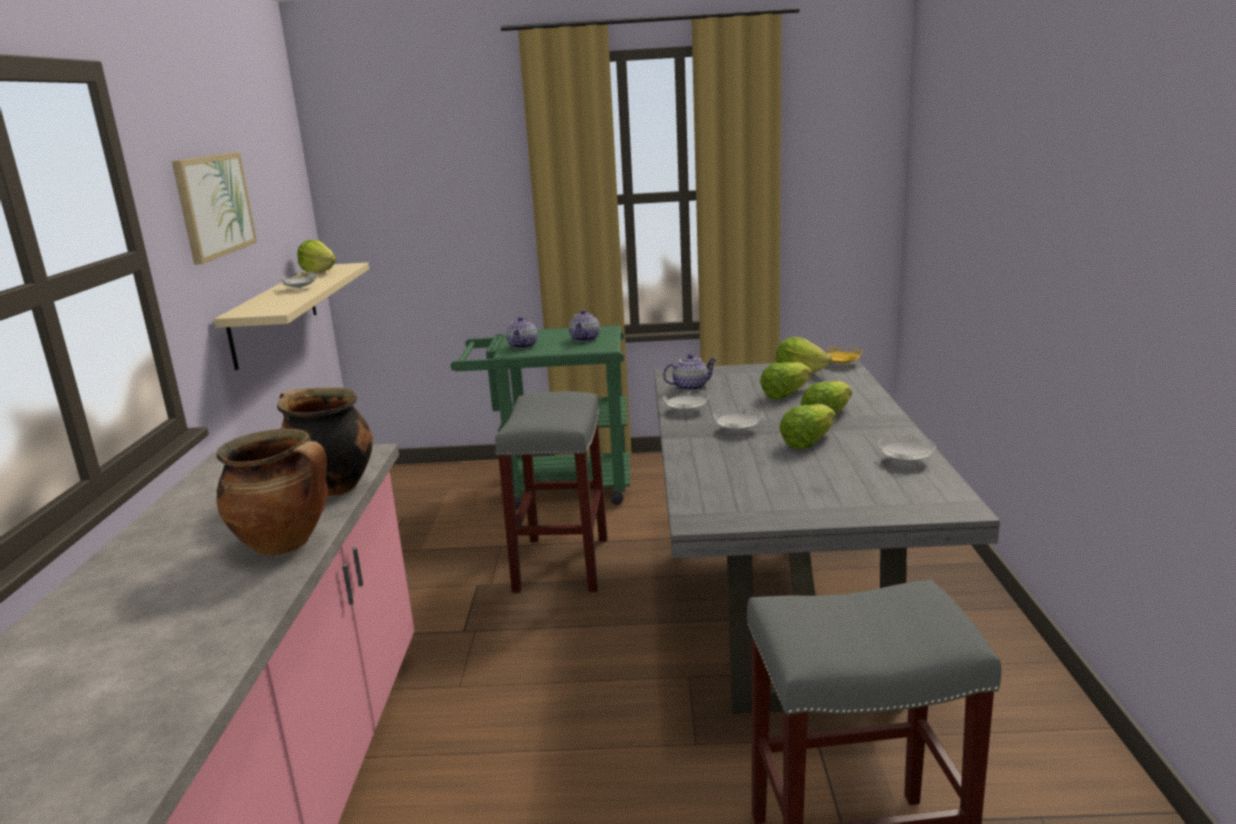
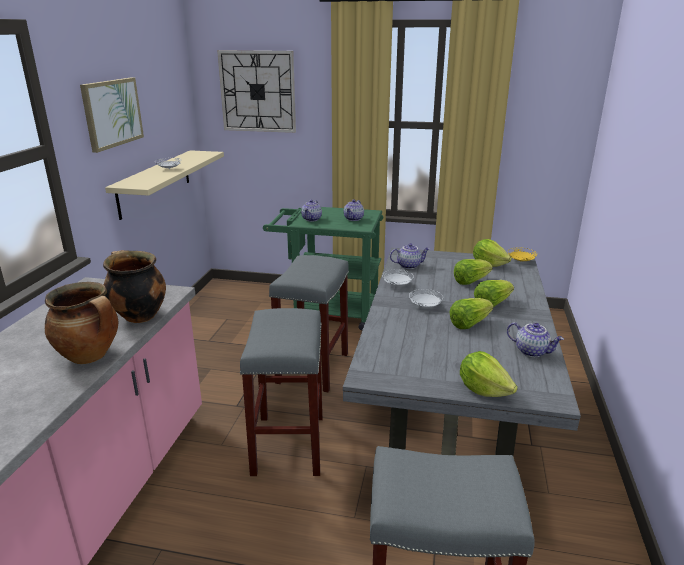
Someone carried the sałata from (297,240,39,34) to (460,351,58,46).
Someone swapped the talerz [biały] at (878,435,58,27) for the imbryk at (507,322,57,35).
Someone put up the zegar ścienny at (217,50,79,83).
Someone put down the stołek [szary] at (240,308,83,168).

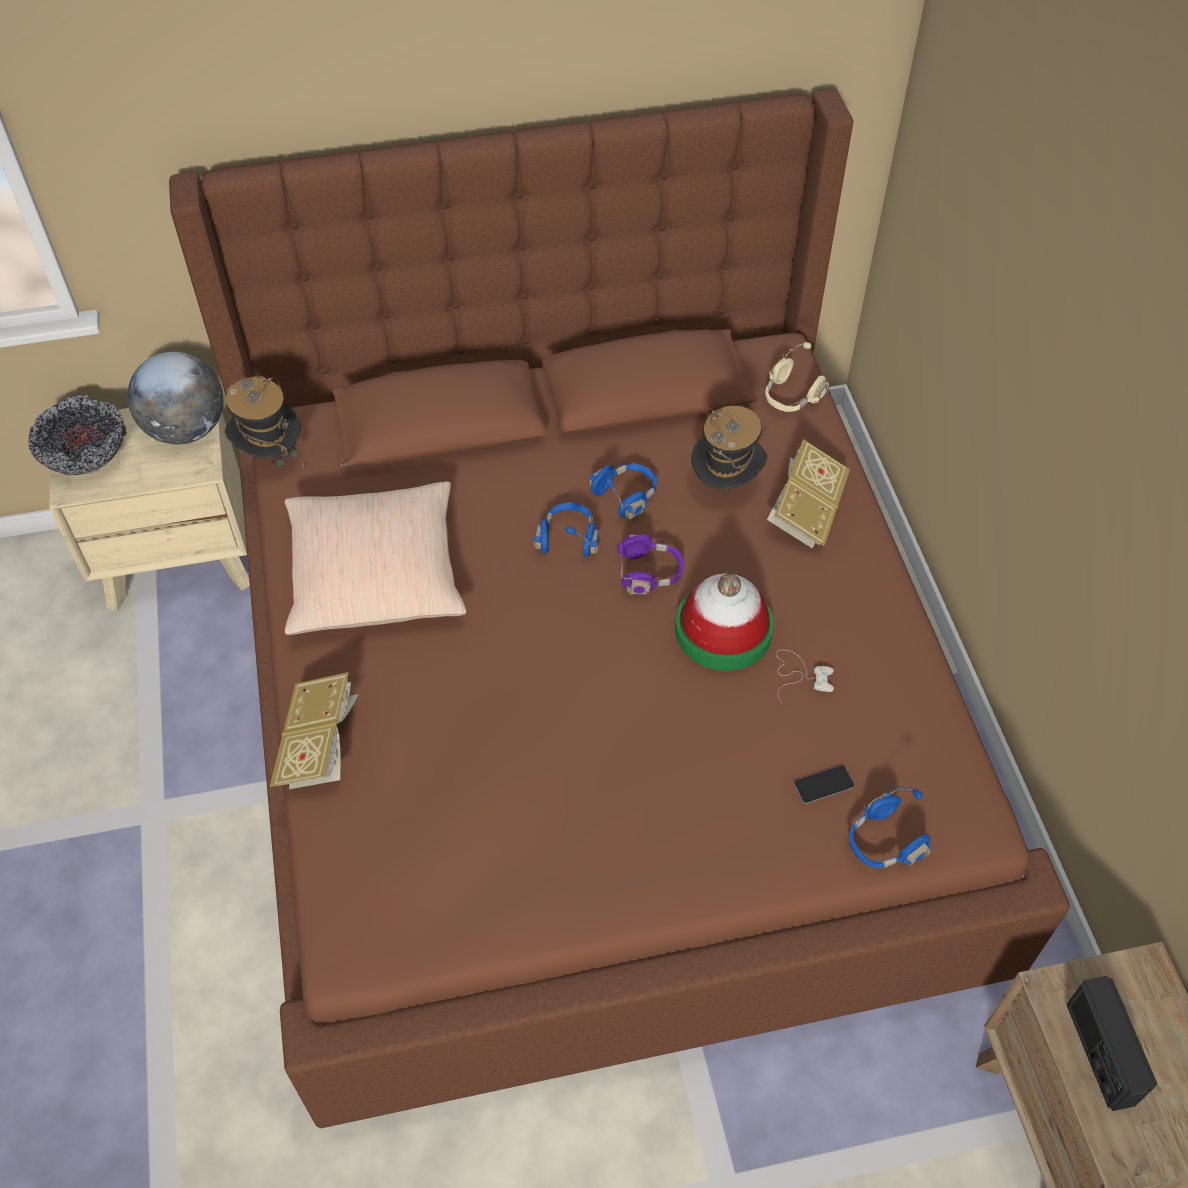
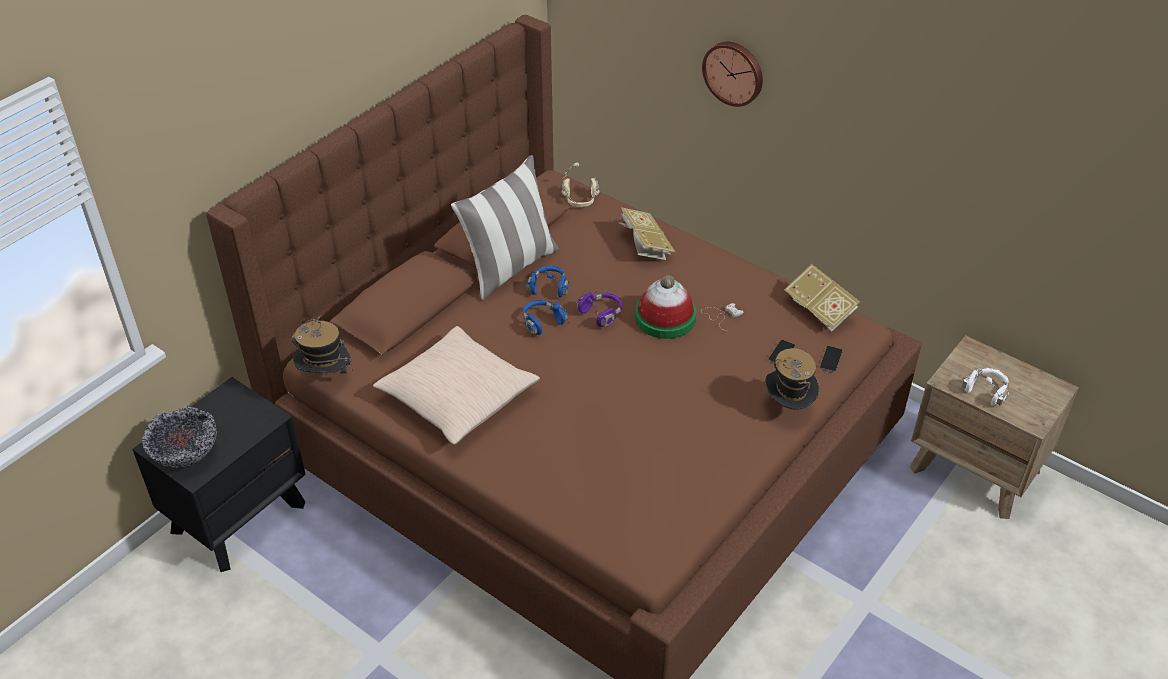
Someone repainted the szafka nocna [beżowy] at (49,408,201,204), which became the szafka nocna [czarny] at (132,377,174,195).
Someone took away the globus at (128,352,95,92).
Someone carried the książka from (270,672,89,117) to (784,264,76,68).
Someone carried the kapelusz from (691,406,76,83) to (765,348,54,62).
Someone swapped the słuchawki [niebieski] at (849,787,83,81) for the telefon at (820,346,23,26).
Someone swapped the radio at (1067,976,90,135) for the słuchawki [biały] at (962,368,47,37).
Someone put down the poduszka at (451,155,108,145).
Someone put up the zegar ścienny at (702,42,61,65).

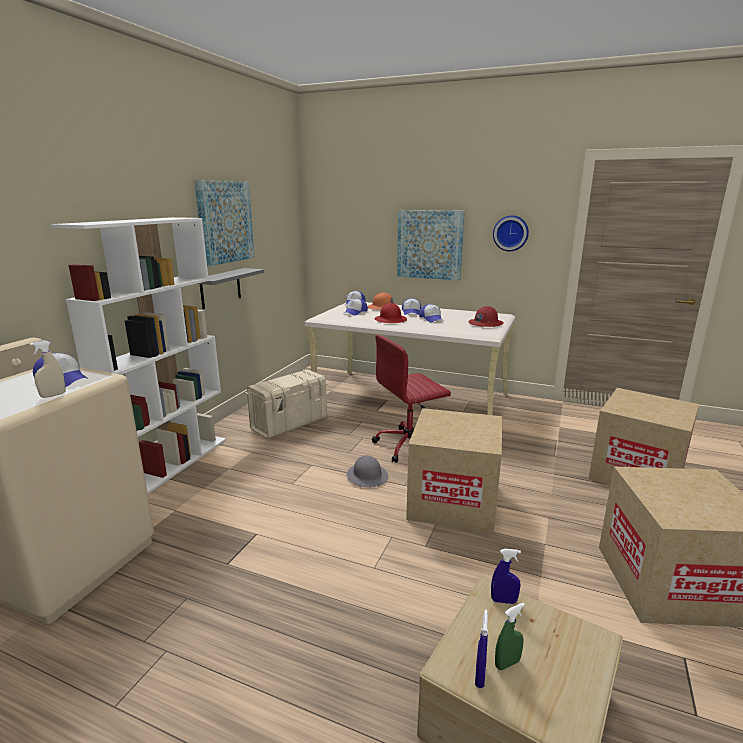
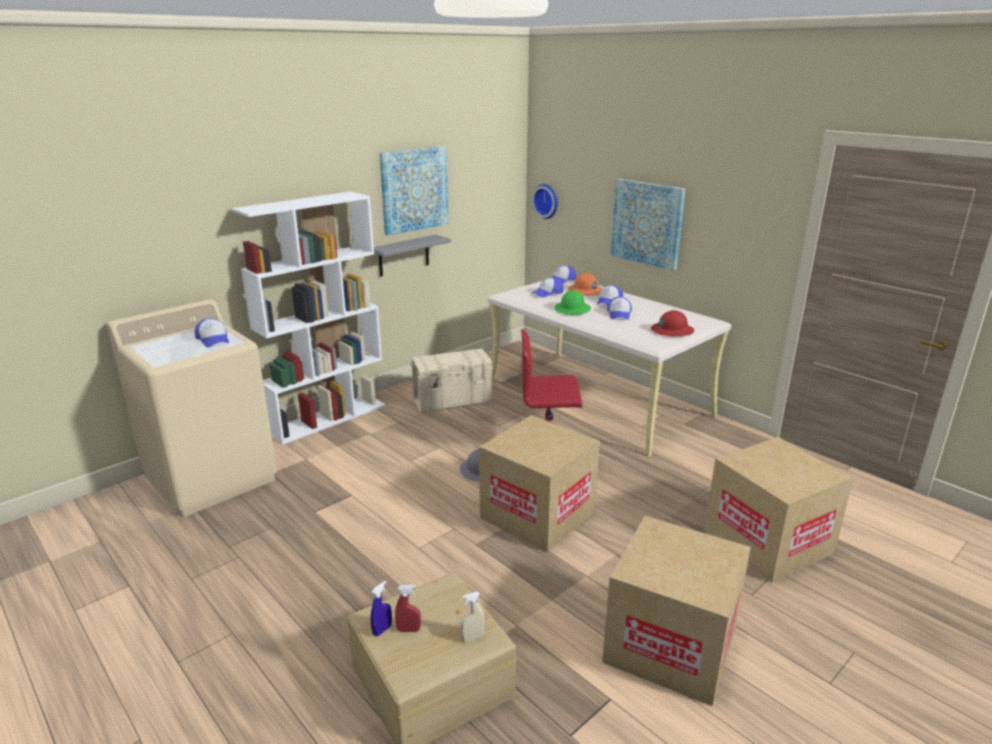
Someone carried the spryskiwacz [beżowy] from (30,340,35,58) to (460,592,25,50).
Someone repainted the kask [czerwony] at (375,303,32,20), which became the kask [zielony] at (554,290,37,25).
Someone took away the spryskiwacz [niebieski] at (491,549,30,55).
Someone carried the zegar ścienny from (493,215,36,36) to (532,184,26,35).
Someone repainted the spryskiwacz [zielony] at (495,603,30,67), which became the spryskiwacz [czerwony] at (395,585,26,47).

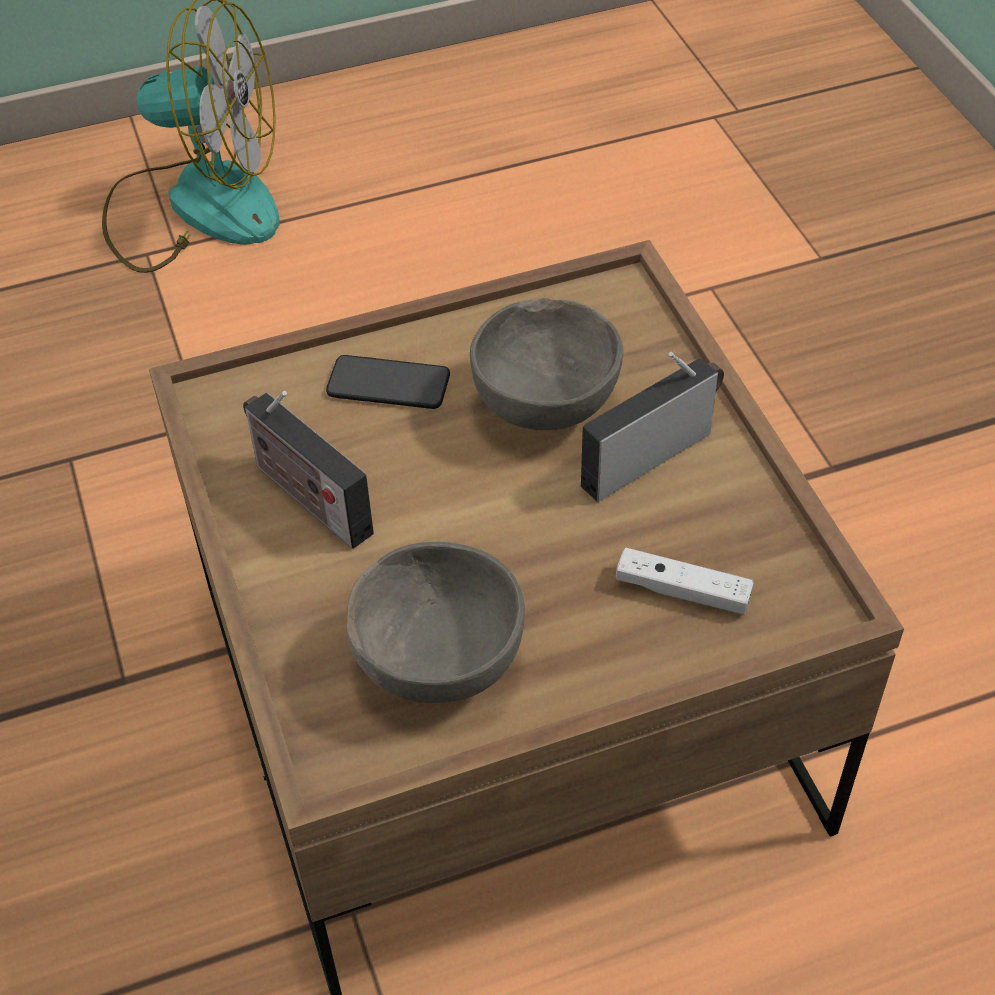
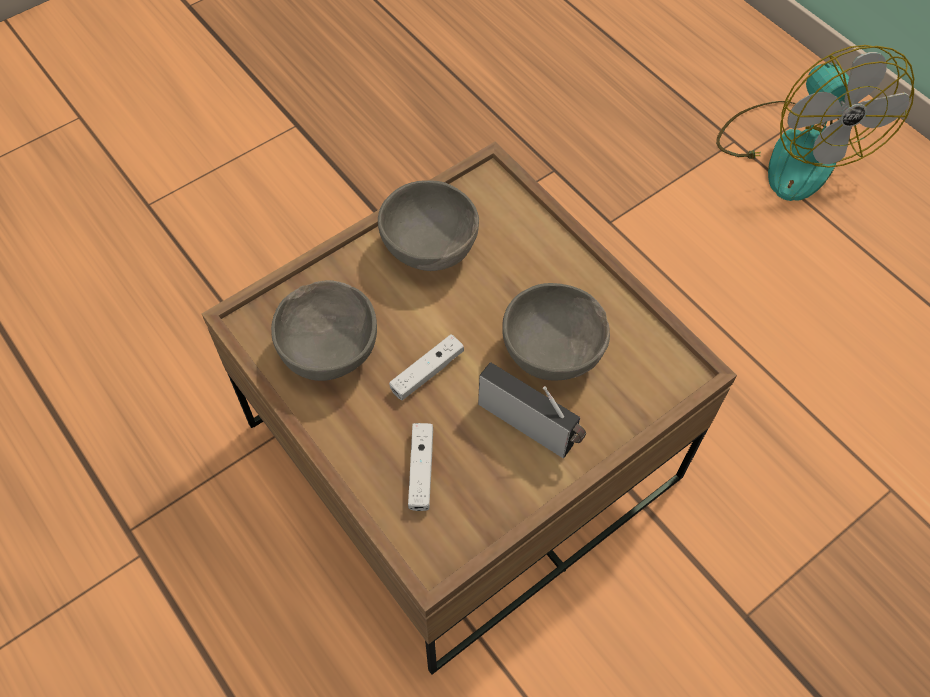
Someone swapped the radio at (243,391,131,157) for the miska [szary] at (378,180,101,91).
Someone took away the telefon at (326,355,124,54).
Someone put down the pad do gier [biały] at (389,334,75,66).

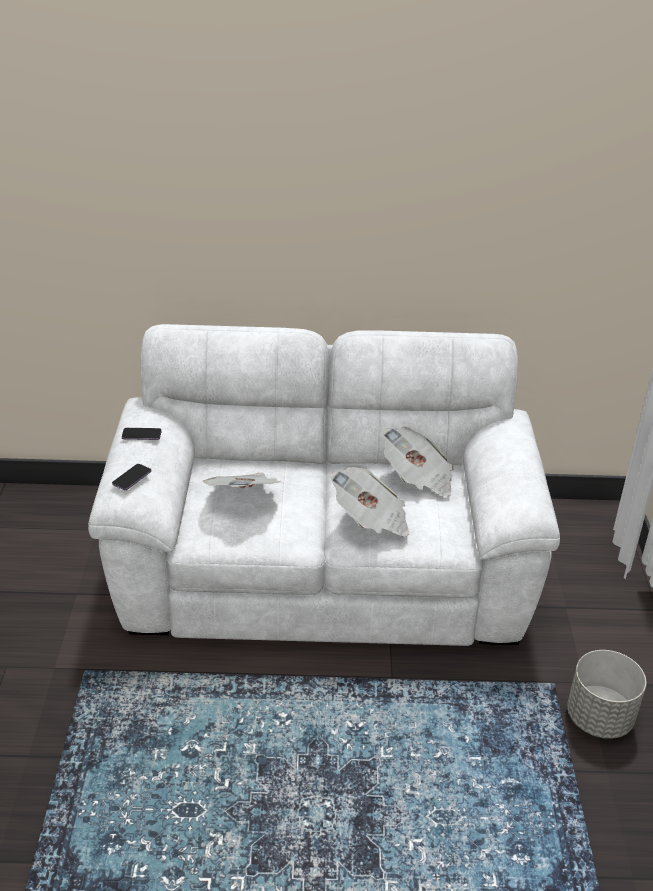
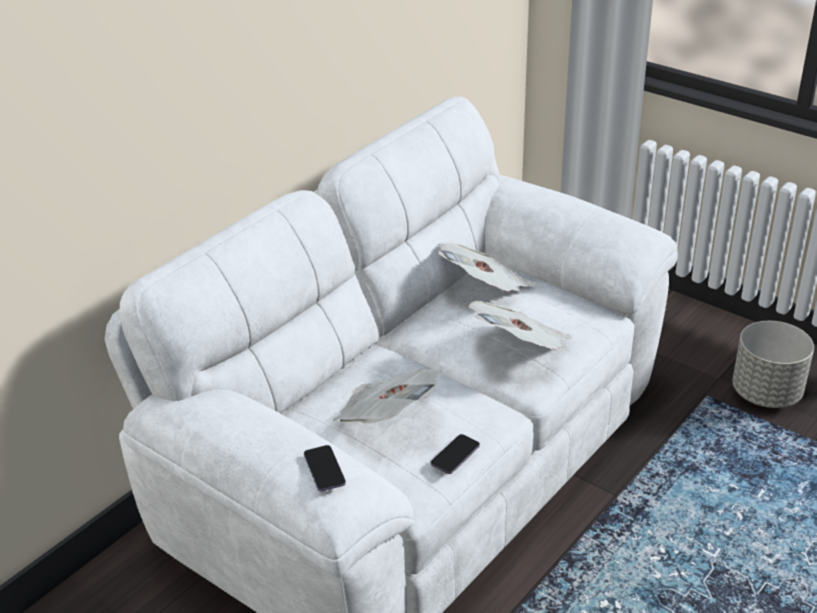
Someone carried the telefon from (122,428,40,12) to (431,434,49,40).

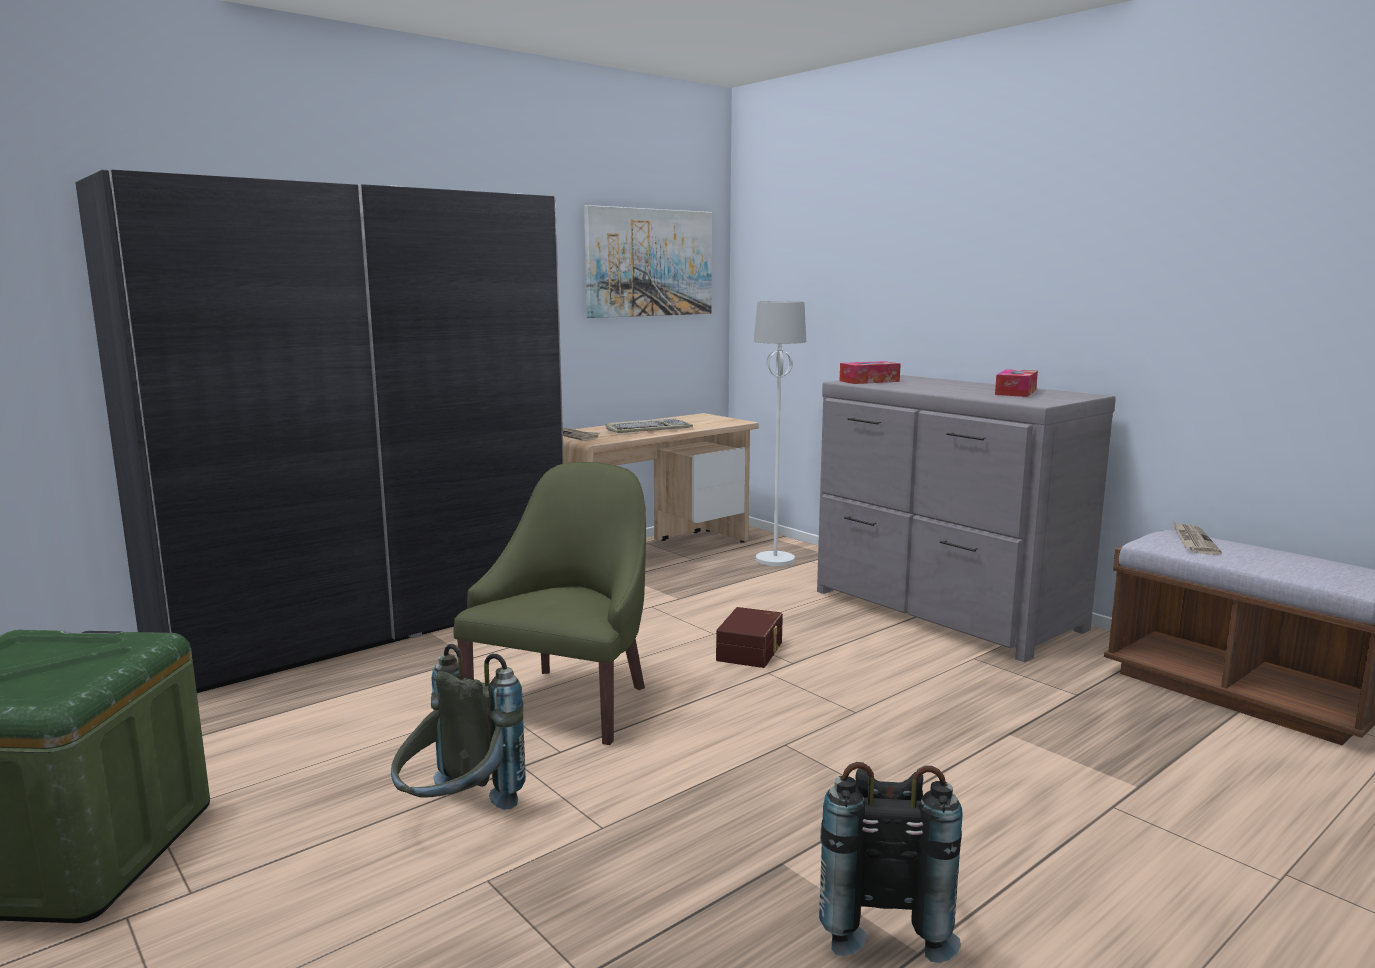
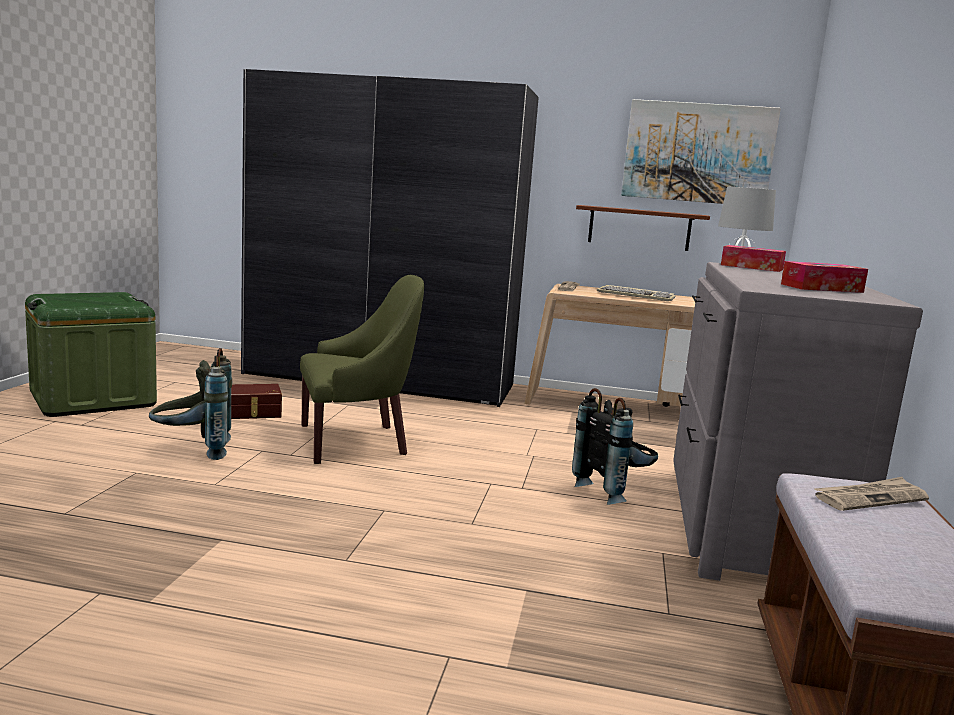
Someone carried the pojemnik do przechowywania [brązowy] from (716,607,67,61) to (231,384,51,35).
Someone carried the plecak [czarny] from (819,762,144,201) to (572,388,86,117).
Someone put up the półka [brązowy] at (576,205,134,46).

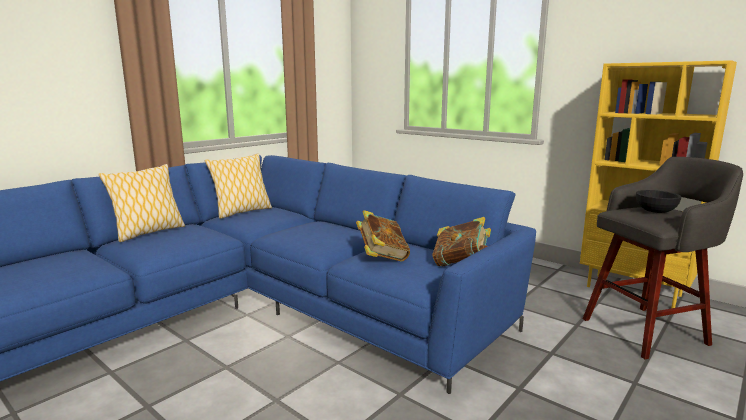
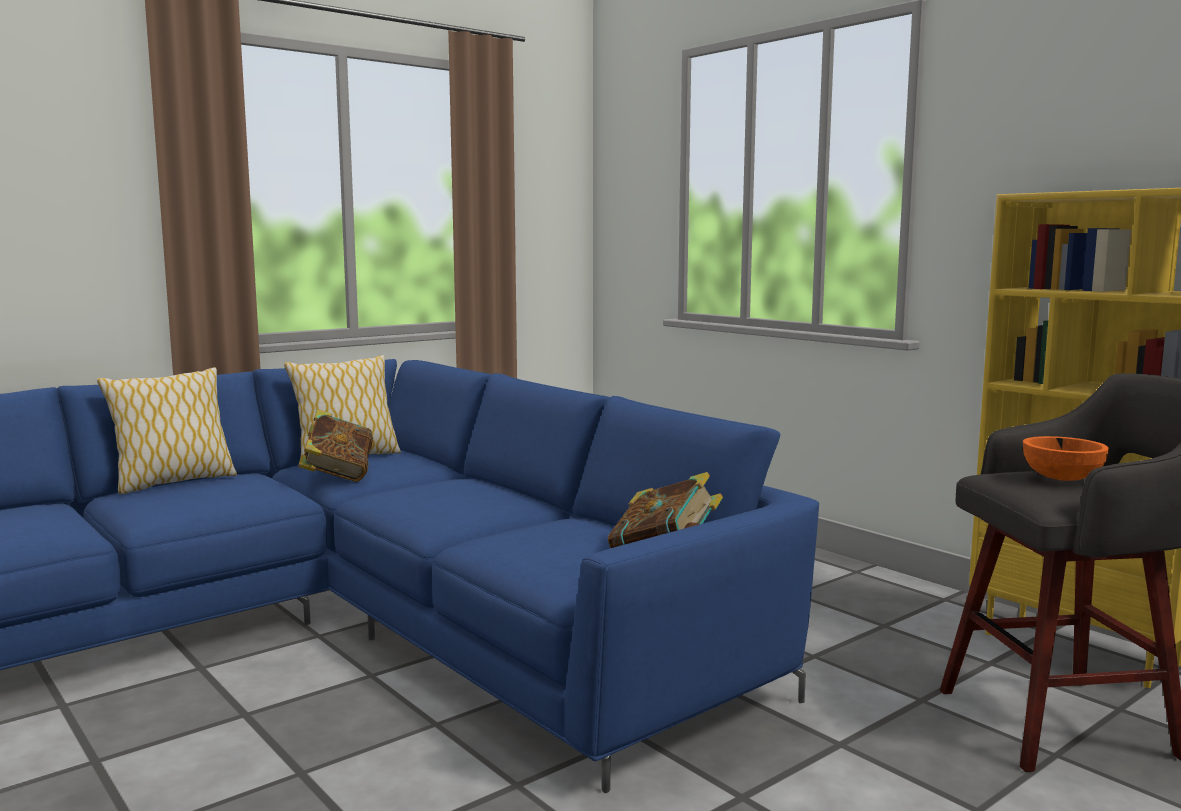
Someone carried the książka from (356,210,54,52) to (298,409,75,73).
Someone repainted the miska [czarny] at (636,190,46,23), which became the miska [pomarańczowy] at (1023,436,86,45).

